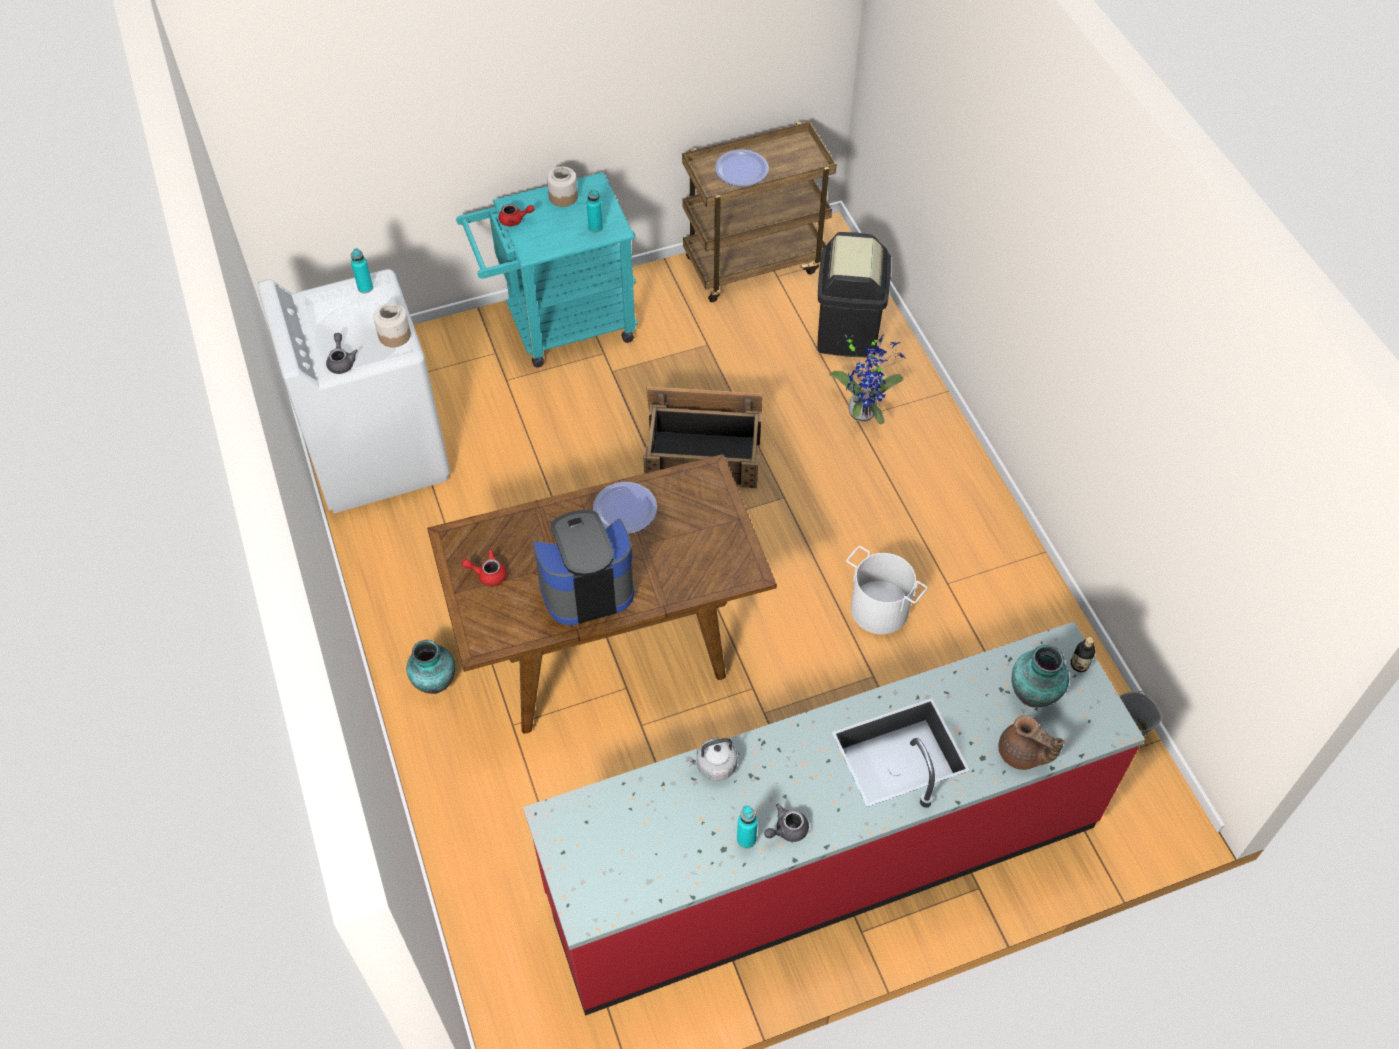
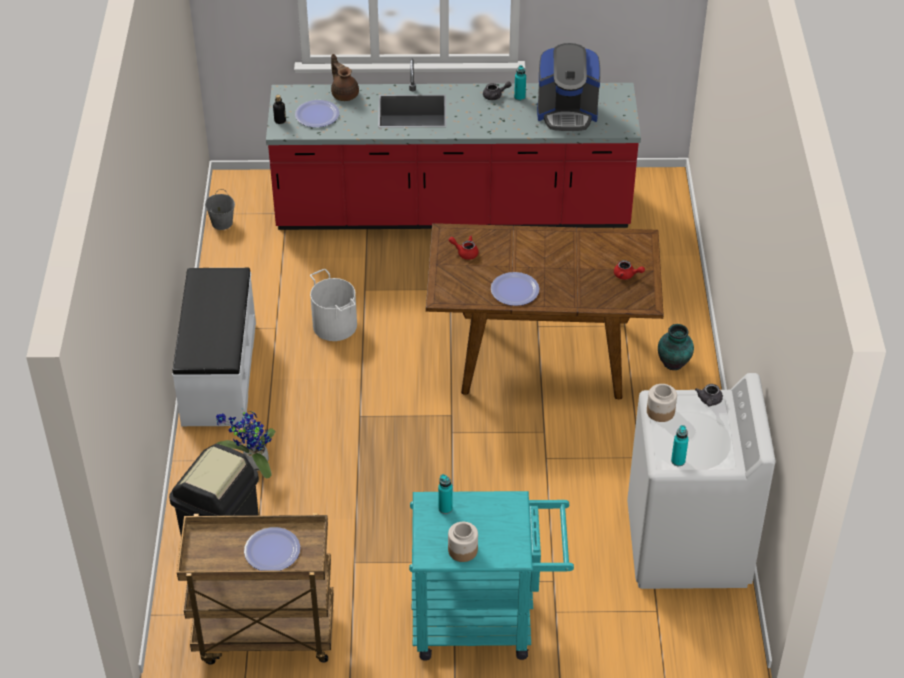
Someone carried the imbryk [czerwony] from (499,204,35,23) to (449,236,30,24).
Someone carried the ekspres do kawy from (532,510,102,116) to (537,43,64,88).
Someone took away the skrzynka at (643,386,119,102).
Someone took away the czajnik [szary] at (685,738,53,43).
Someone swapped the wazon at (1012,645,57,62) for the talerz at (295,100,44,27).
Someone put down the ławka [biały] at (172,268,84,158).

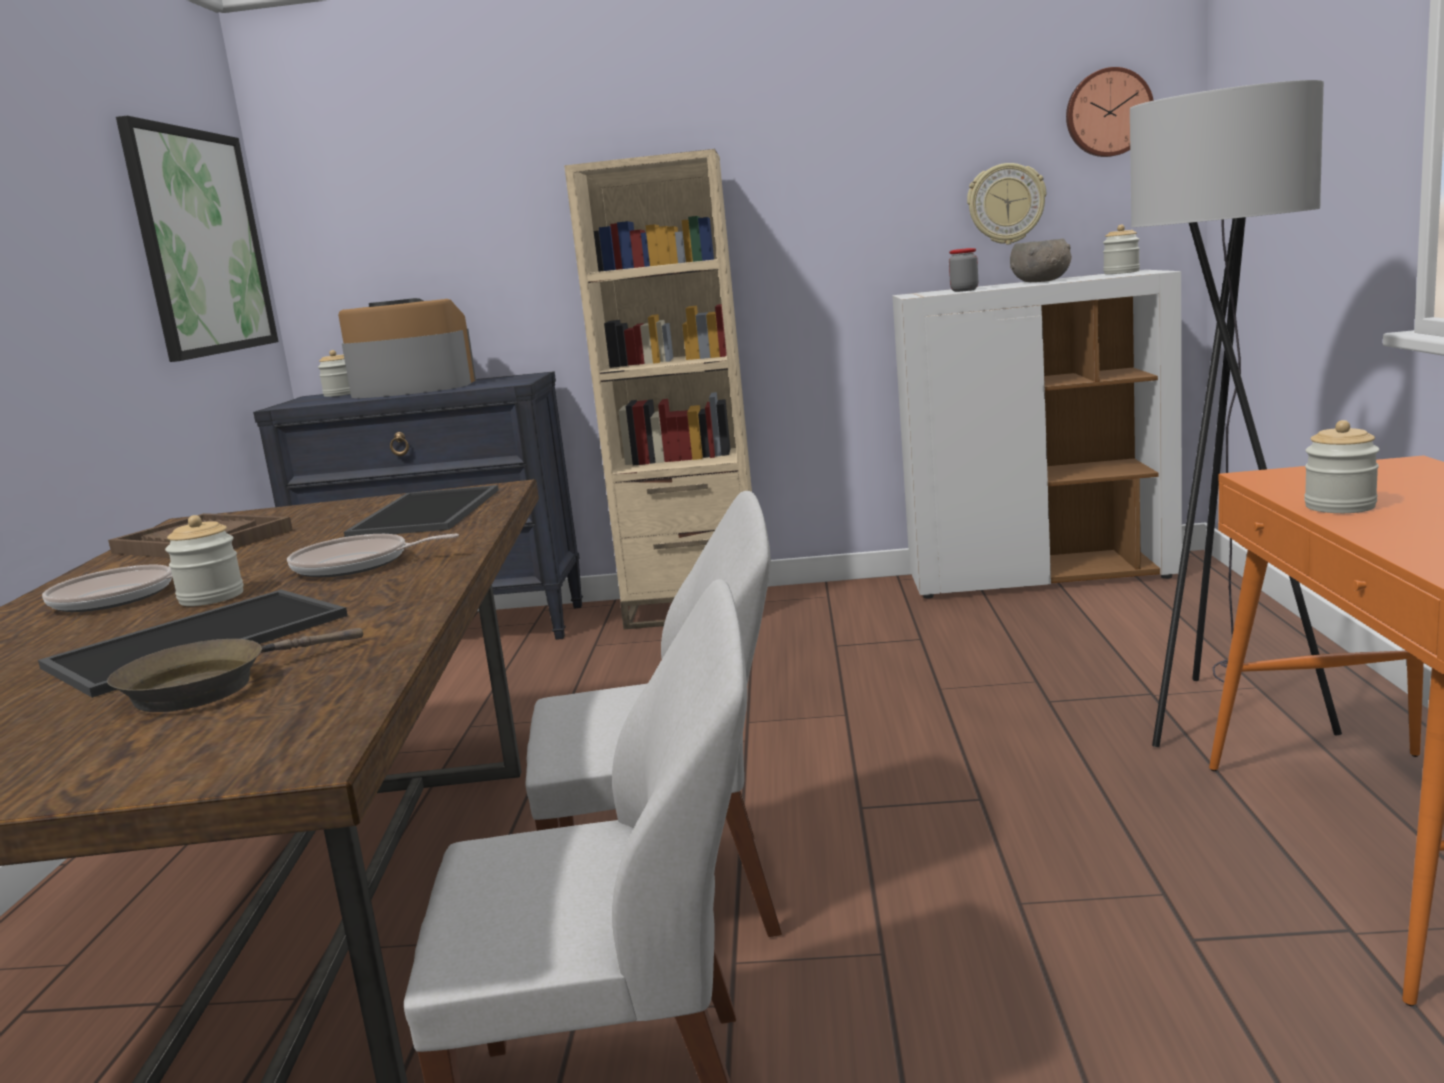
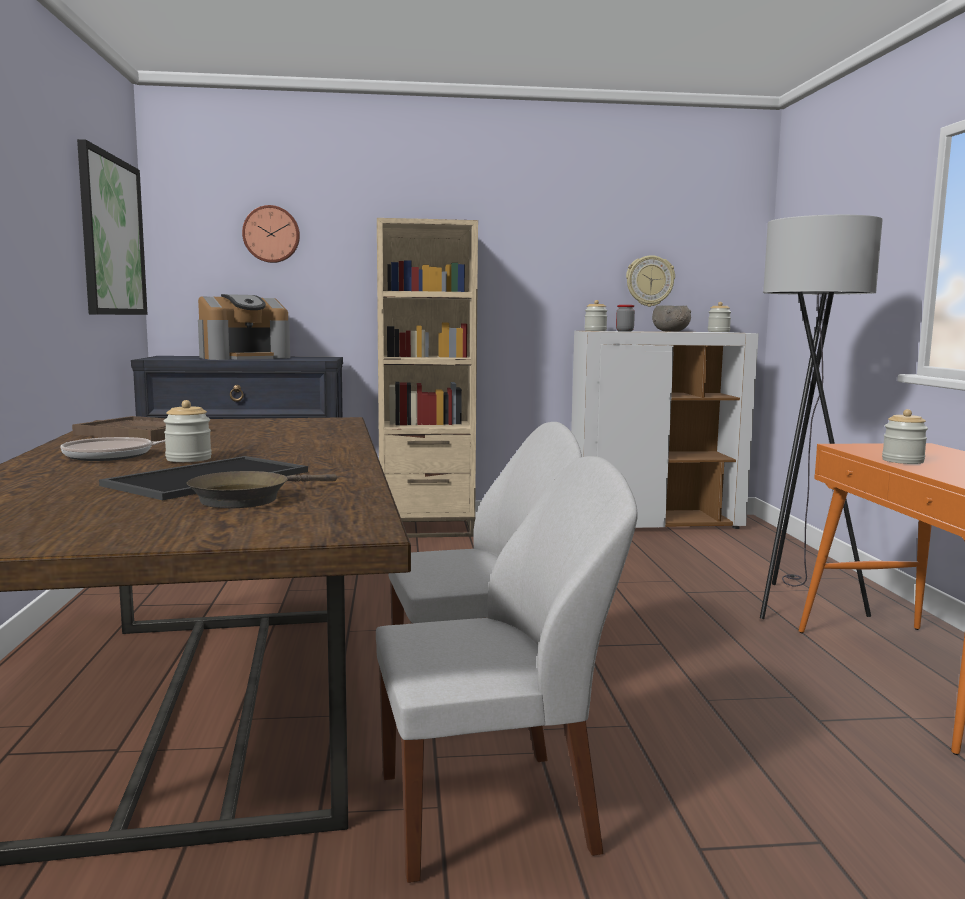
Someone took away the patelnia at (287,534,172,43).
Someone carried the słoik from (318,350,33,47) to (584,300,24,31).
Someone rotated the ekspres do kawy at (338,298,138,100) by 150 degrees clockwise.
Someone took away the taca at (344,485,155,52).
Someone carried the zegar ścienny from (1066,67,88,90) to (242,205,58,58).

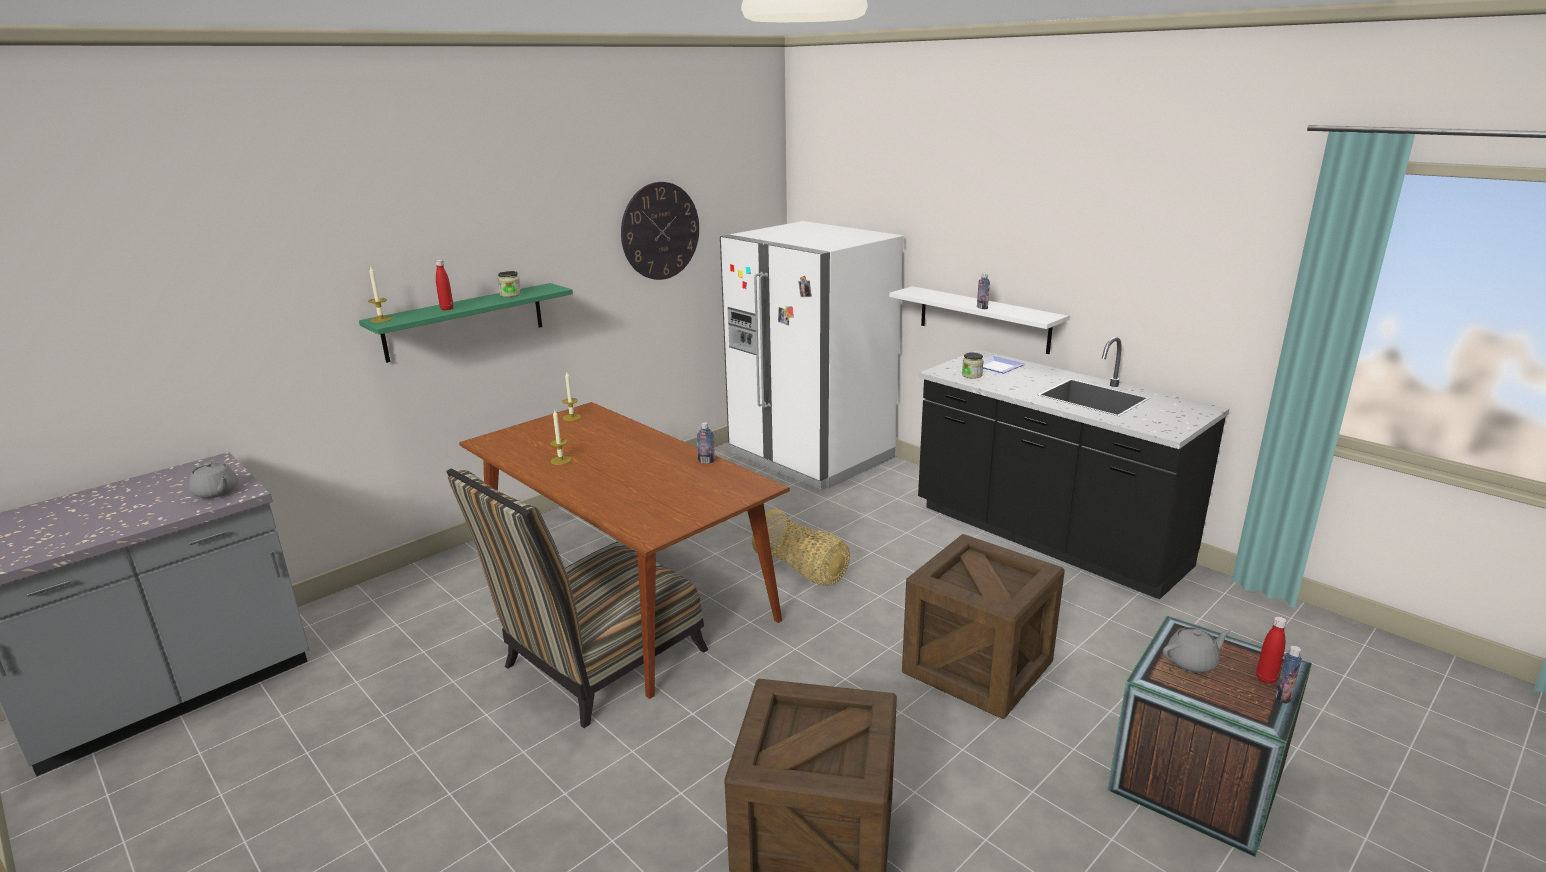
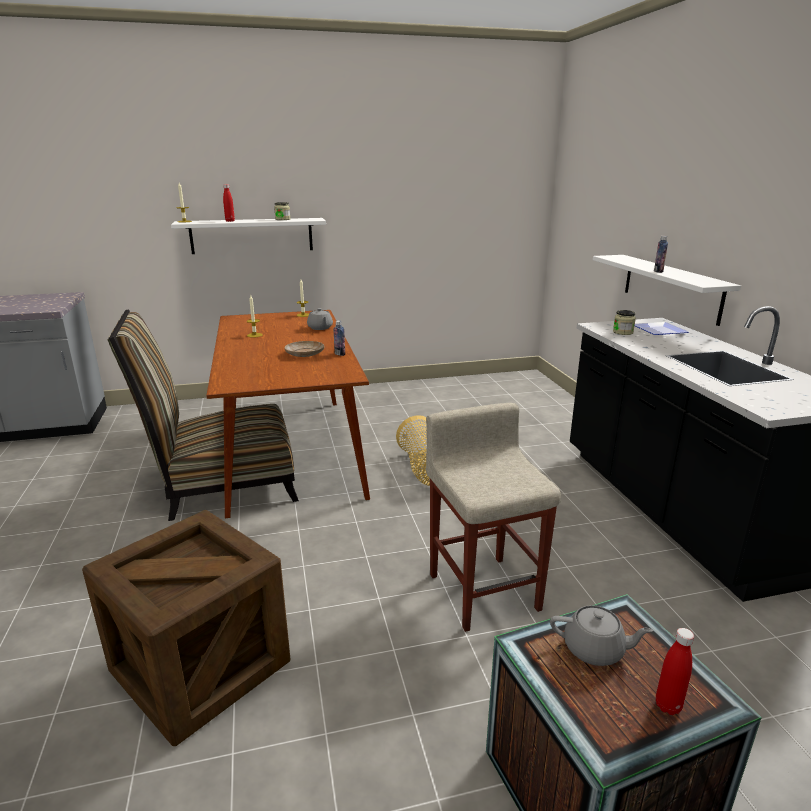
Someone carried the imbryk [szary] from (189,462,49,37) to (307,308,26,22).
Someone repainted the półka [zielony] at (359,283,214,80), which became the półka [biały] at (171,218,155,36).
Someone took away the zegar ścienny at (621,182,78,98).
Someone took away the lodówka [biały] at (720,221,184,269).
Someone swapped the skrzynka at (902,534,163,185) for the stołek [beżowy] at (426,403,135,229).
Someone took away the butelka at (1275,646,27,58).
Someone put down the talerz [beżowy] at (284,341,41,16).

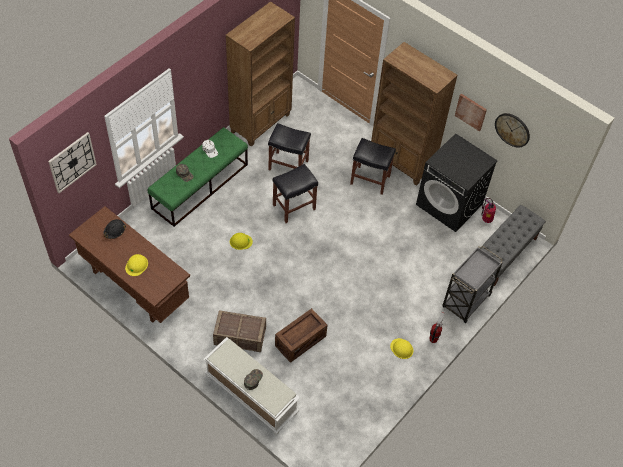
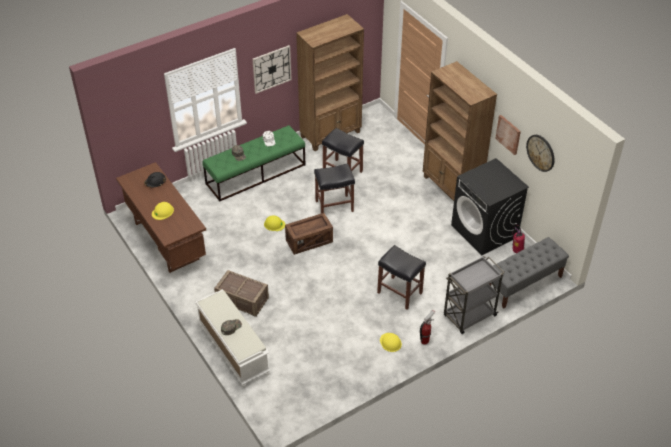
Someone carried the zegar ścienny from (48,132,49,61) to (252,45,40,49).
Someone carried the skrzynka from (275,308,53,55) to (285,213,48,42).
Someone carried the stołek [czarny] from (350,138,46,57) to (377,245,49,65).

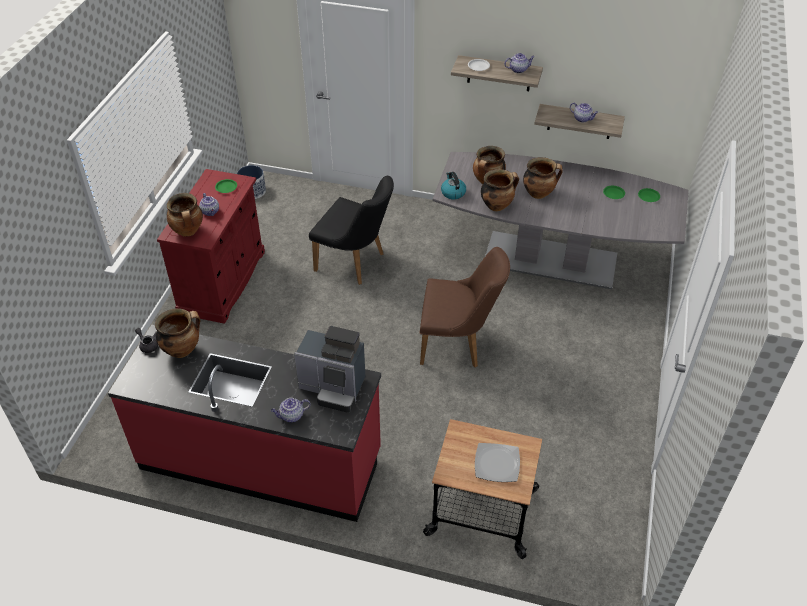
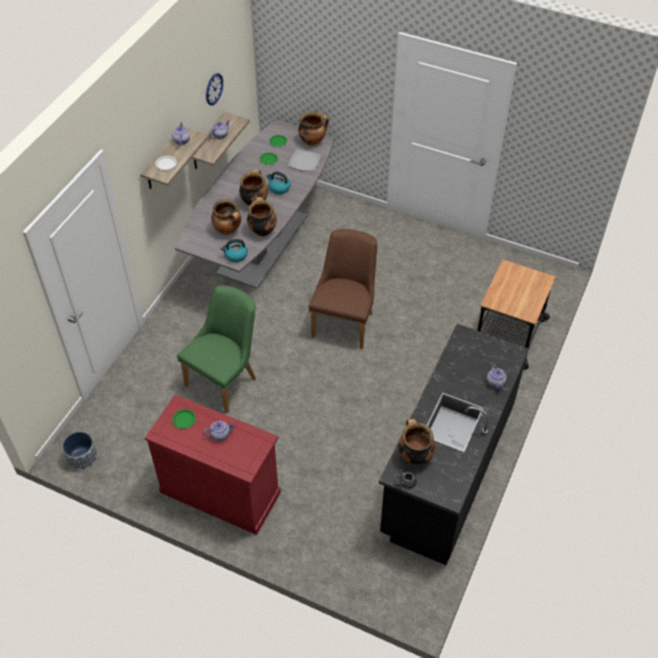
Someone repainted the zabudowa kuchenna [czerwony] at (108,325,273,197), which became the zabudowa kuchenna [czarny] at (379,324,150,241).
Someone carried the garnek from (167,193,36,44) to (298,111,31,35).
Someone took away the ekspres do kawy at (294,326,71,86).
Someone repainted the krzesło [czarny] at (309,176,85,109), which became the krzesło [zielony] at (177,286,79,127).
Someone carried the talerz from (475,443,45,39) to (288,149,33,22).
Someone put up the zegar ścienny at (206,73,17,33).
Someone put down the czajnik at (267,172,24,22).

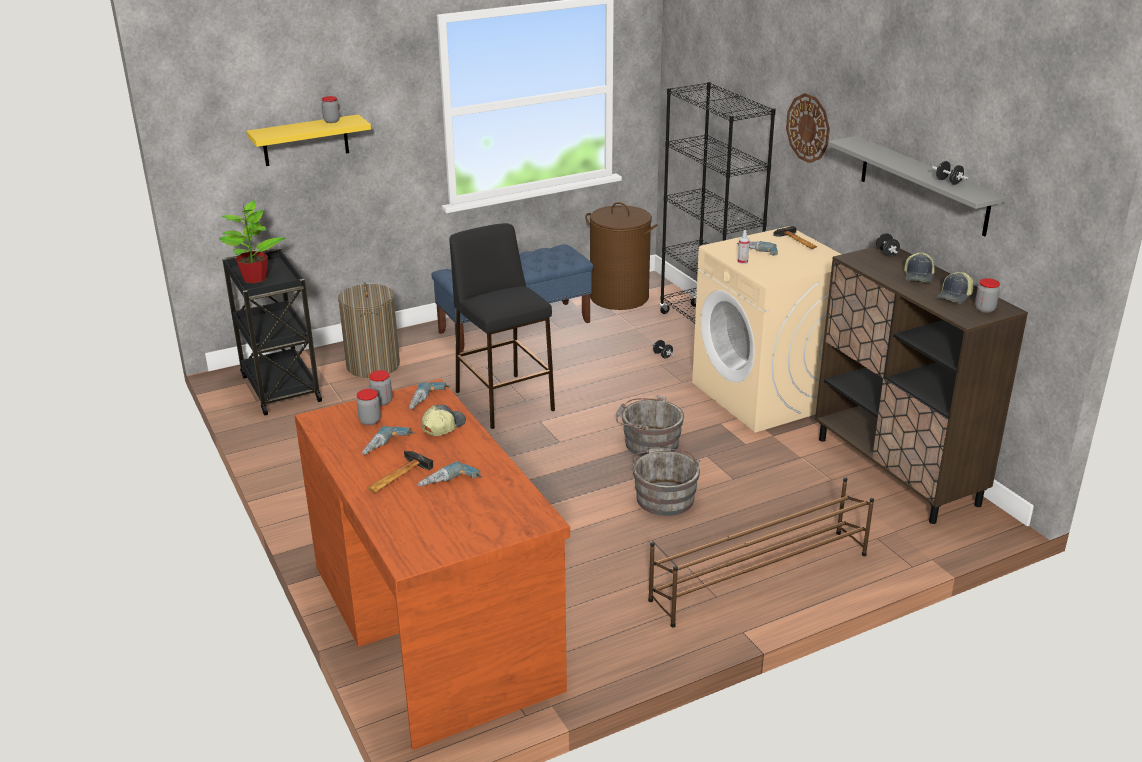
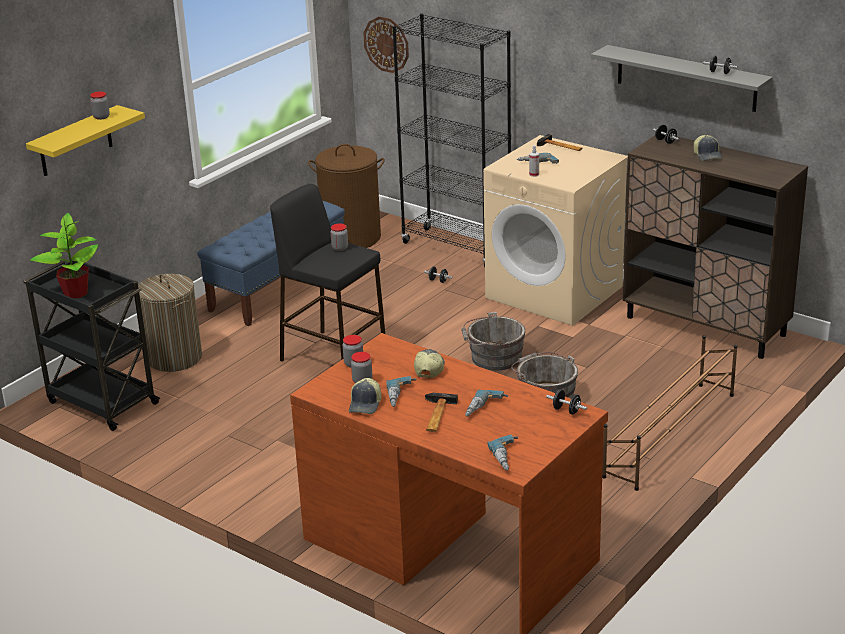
Someone carried the wiertarka from (409,382,42,27) to (487,434,31,36).
Someone carried the zegar ścienny from (786,93,44,70) to (363,17,46,56).
Someone carried the czapka z daszkiem from (937,272,37,31) to (349,378,32,36).
Someone carried the słoik from (975,278,25,35) to (331,223,17,28).
Someone put down the hantel [czarny] at (546,390,41,25).

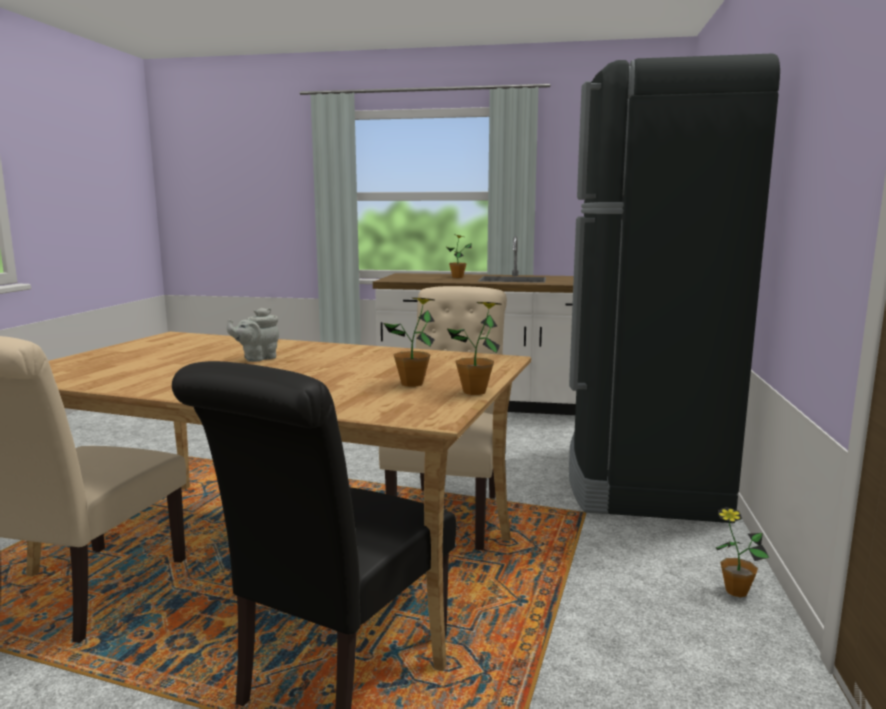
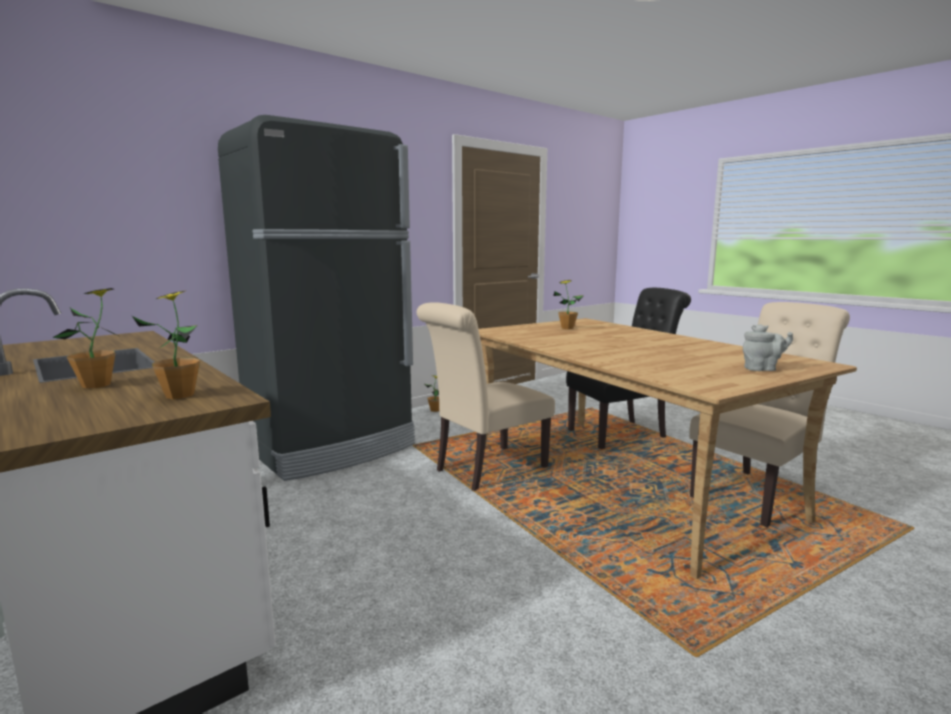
Someone carried the imbryk [szary] from (227,308,52,54) to (743,324,50,47).
Someone carried the roślina doniczkowa from (447,302,55,93) to (132,291,68,108).

